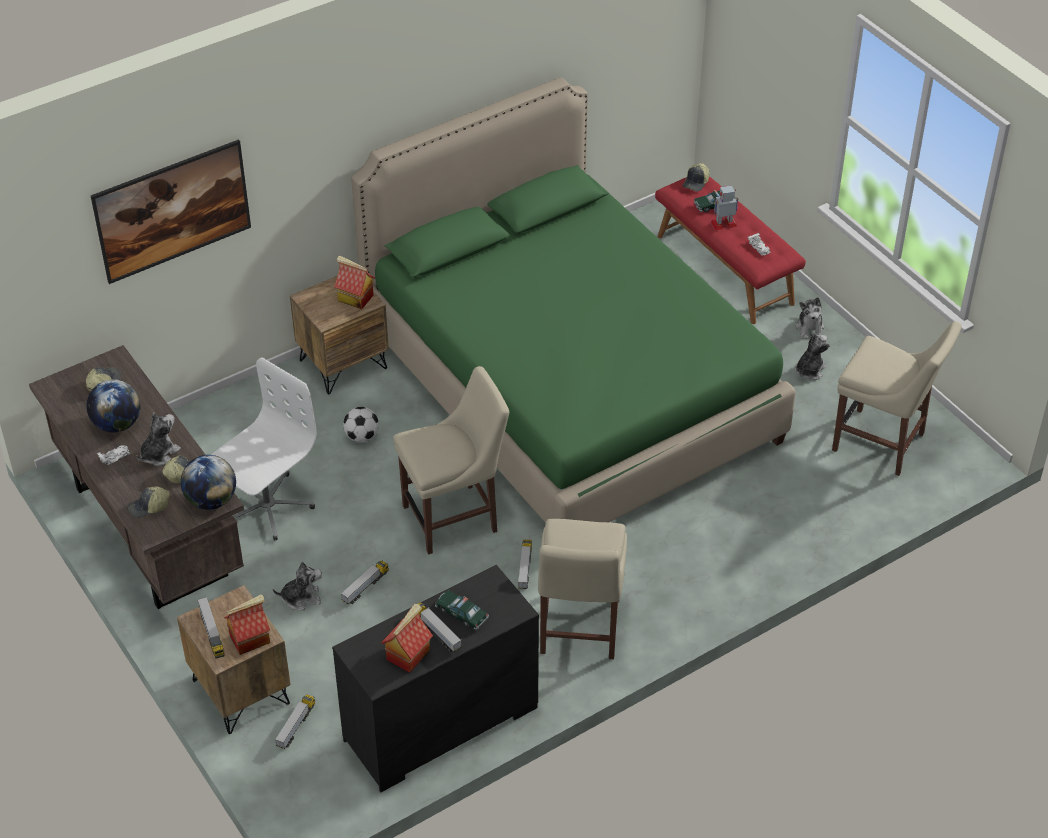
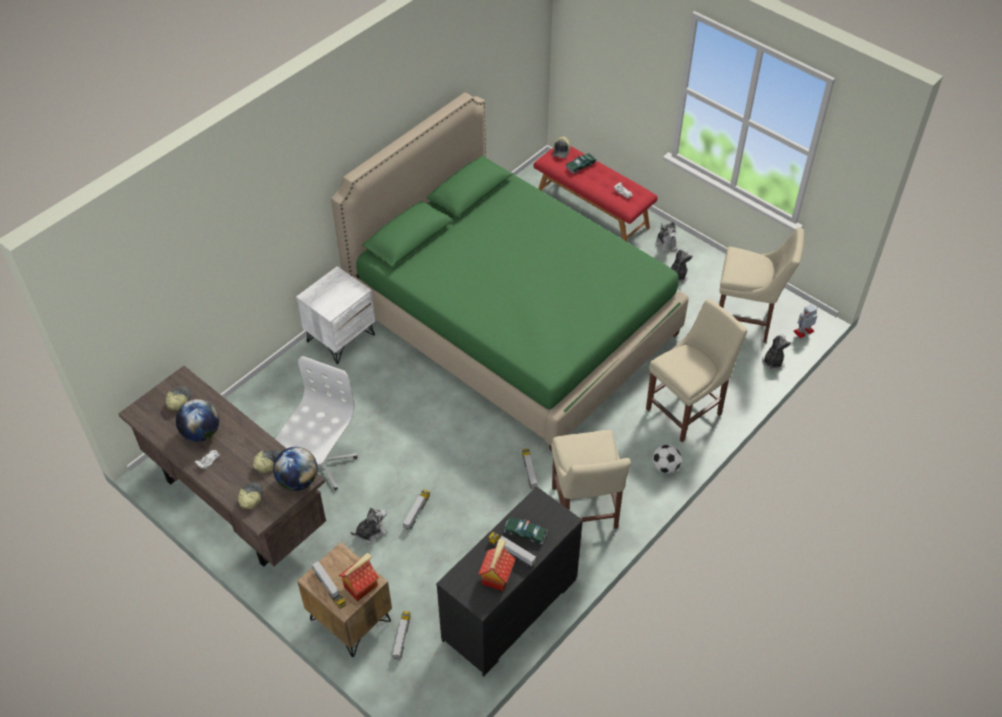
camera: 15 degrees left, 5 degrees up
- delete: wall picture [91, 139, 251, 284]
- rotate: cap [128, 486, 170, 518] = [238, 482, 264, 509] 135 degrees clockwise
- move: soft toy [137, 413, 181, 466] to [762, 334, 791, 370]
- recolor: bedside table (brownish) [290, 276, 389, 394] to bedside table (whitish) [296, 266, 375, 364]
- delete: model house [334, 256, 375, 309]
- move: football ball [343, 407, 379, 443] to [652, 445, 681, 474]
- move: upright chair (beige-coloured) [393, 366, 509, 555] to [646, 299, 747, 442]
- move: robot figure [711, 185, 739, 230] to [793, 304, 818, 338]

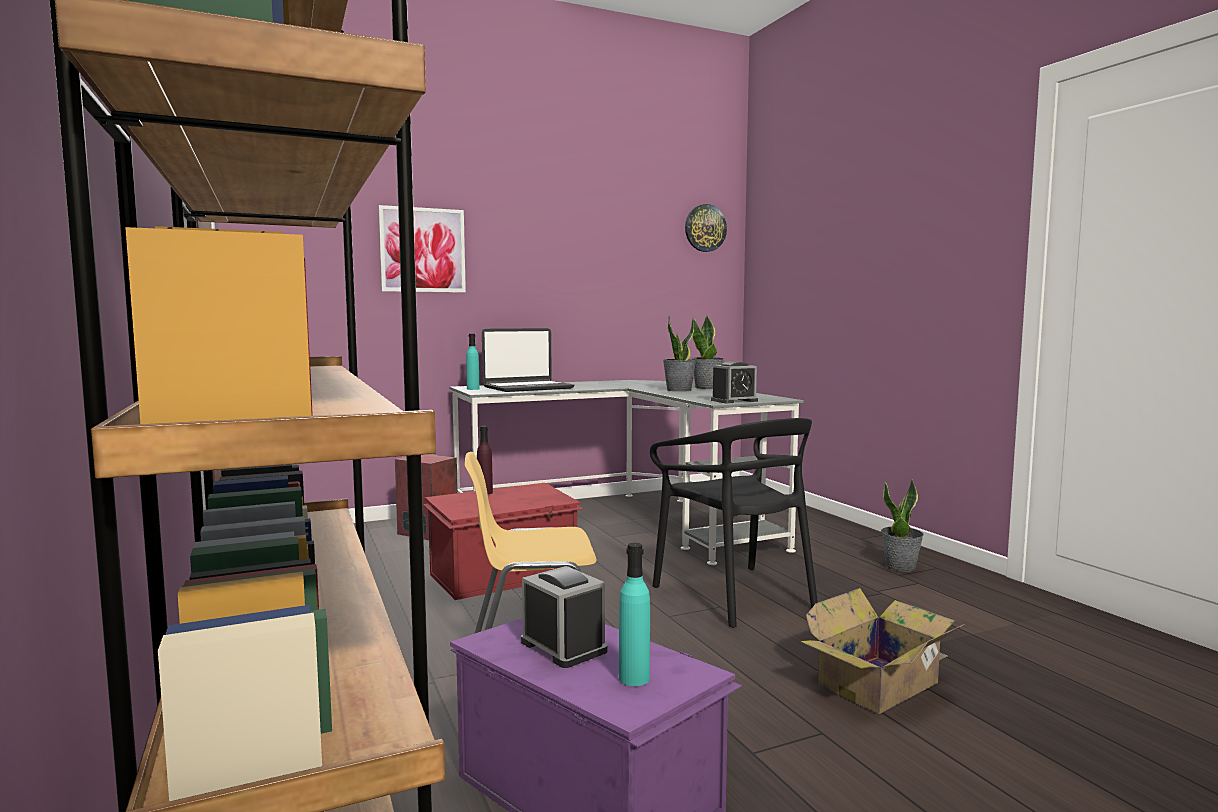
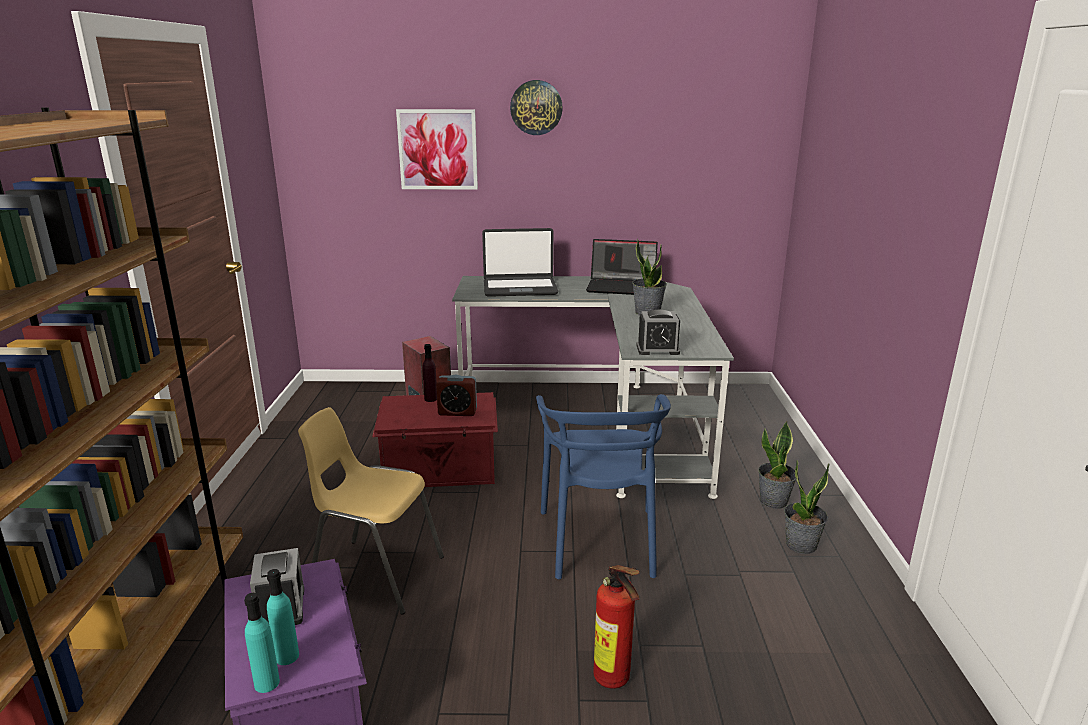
camera: 25 degrees right, 15 degrees up
- move: beverage bottle (turquoise) [466, 334, 479, 390] to [244, 593, 280, 693]
- recolor: upright chair (blackish) [650, 418, 818, 628] to upright chair (blue-coloured) [536, 394, 671, 579]
- move: clock on the wall [685, 204, 727, 252] to [510, 80, 563, 135]
- move: potted plant [691, 316, 724, 389] to [758, 421, 796, 509]
- replace: carton [800, 588, 965, 714] to fire-fighting cylinder [593, 565, 640, 689]
- insert: bedside clock [436, 375, 477, 416]
- insert: laptop [586, 239, 658, 295]

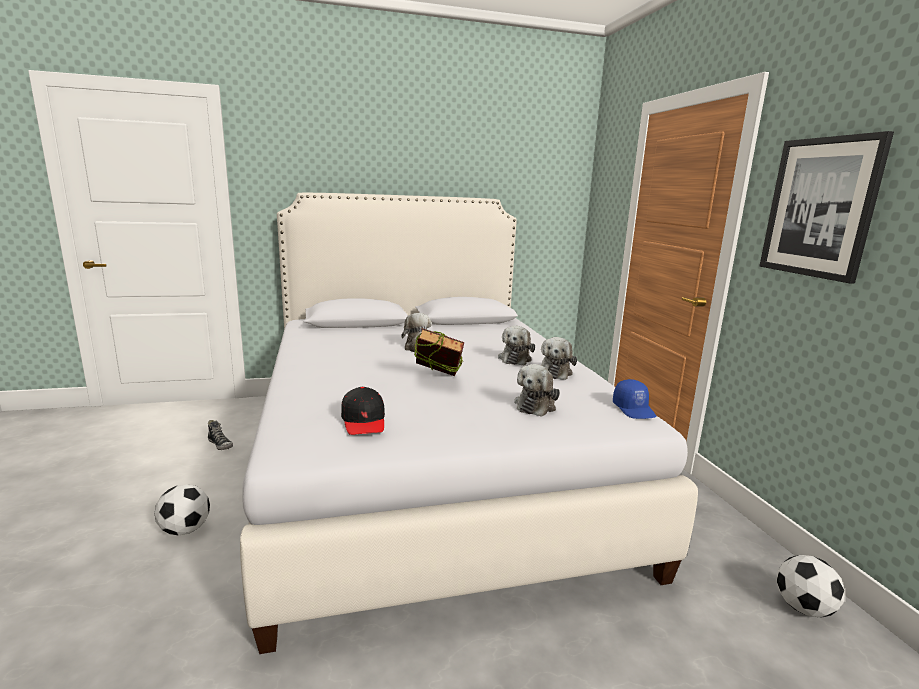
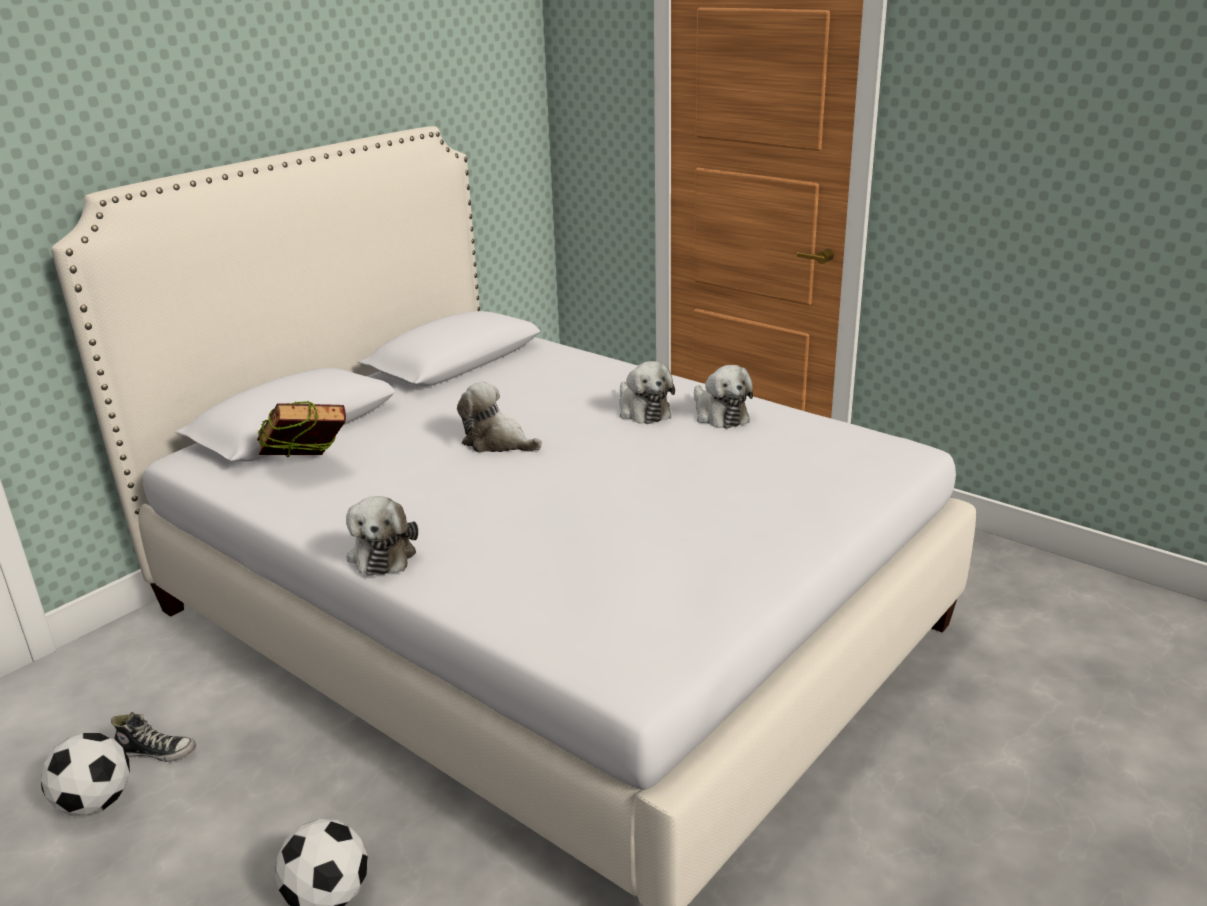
camera: 35 degrees left, 10 degrees up
- delete: cap (blackish) [341, 387, 385, 435]
- move: bound book [414, 328, 464, 376] to [257, 401, 346, 457]
- move: soft toy [514, 364, 560, 417] to [346, 496, 418, 576]
- delete: cap (blue-coloured) [613, 379, 656, 419]
- delete: wall picture [759, 131, 894, 283]
- move: football ball [777, 555, 845, 618] to [41, 733, 130, 816]

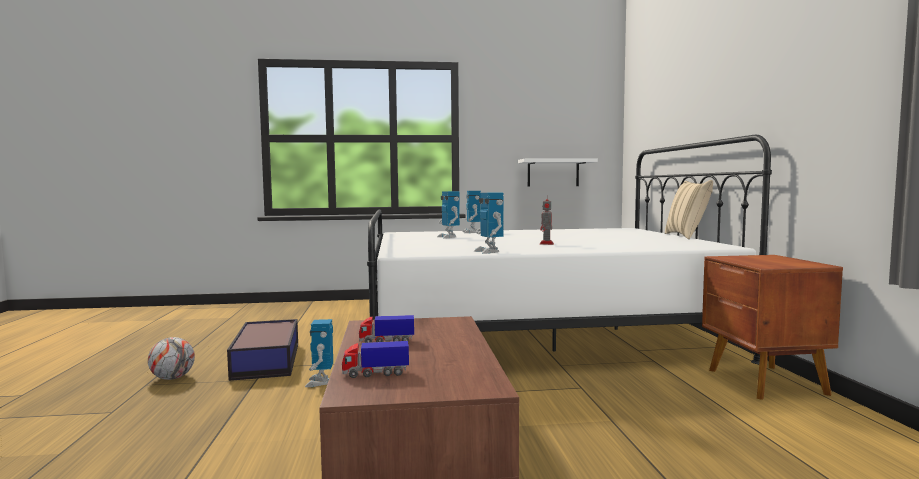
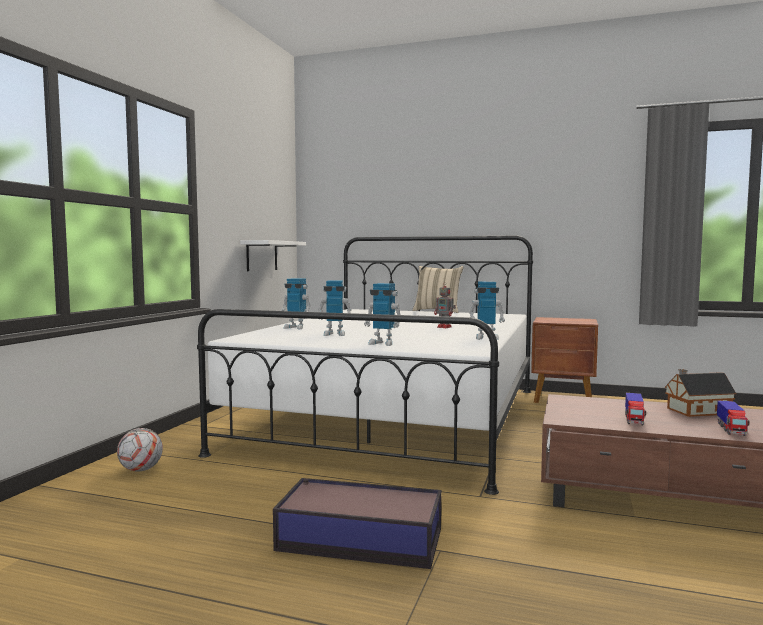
camera: 65 degrees left, 0 degrees up
- move: football ball [148, 337, 195, 380] to [117, 428, 163, 472]
- move: robot figure [305, 319, 333, 387] to [364, 283, 401, 346]
- insert: model house [665, 369, 736, 417]

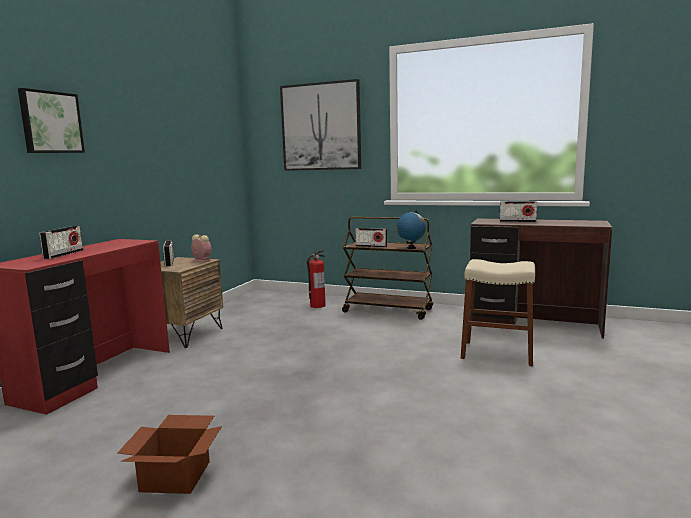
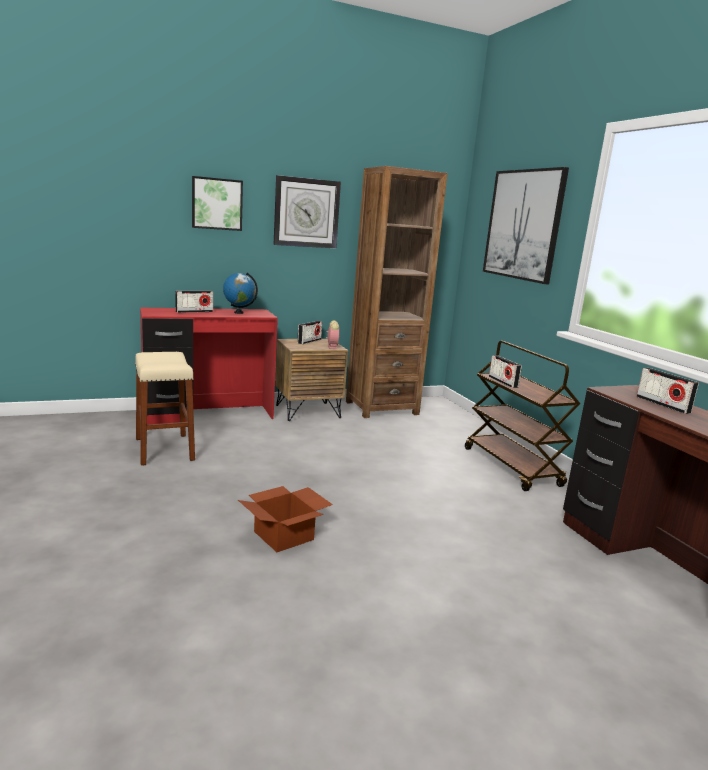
camera: 45 degrees right, 5 degrees up
- move: carton [117, 415, 222, 494] to [238, 486, 333, 552]
- delete: fire-fighting cylinder [307, 250, 326, 308]
- move: desk globe [397, 210, 426, 249] to [223, 272, 258, 314]
- move: stool seat (beige-coloured) [461, 259, 535, 366] to [135, 352, 195, 466]
- insert: clock on the wall [274, 175, 341, 248]
- insert: bookshelf (brownish) [346, 166, 447, 418]

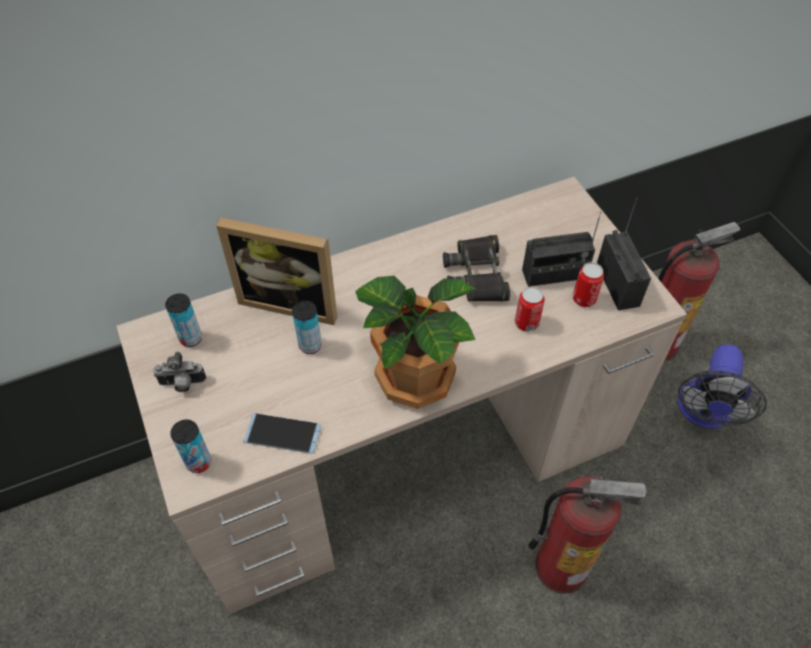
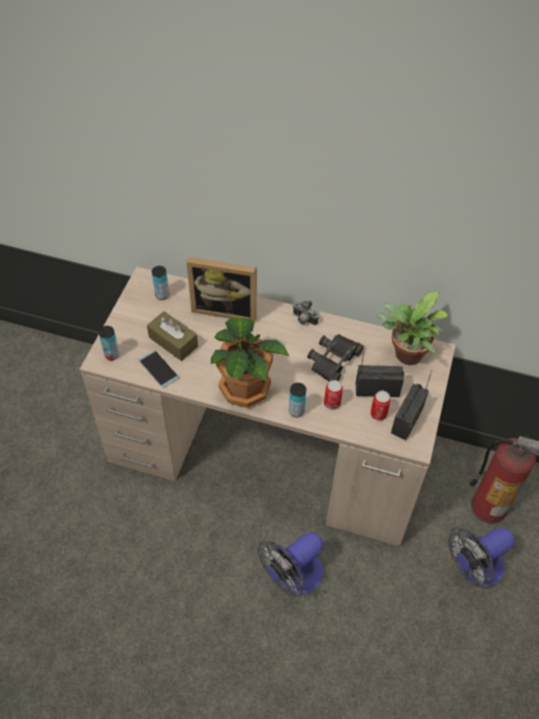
camera: 40 degrees right, 0 degrees up
- move: photo camera [153, 352, 206, 392] to [293, 301, 318, 325]
- rotate: photo frame [217, 218, 337, 325] = [187, 257, 257, 322] 45 degrees counterclockwise
- move: sealed can [292, 301, 322, 354] to [289, 383, 306, 417]
- rotate: radio set [522, 211, 601, 287] = [356, 349, 404, 397] 150 degrees clockwise
- replace: fire-fighting cylinder [529, 474, 646, 594] to electric fan [258, 532, 323, 597]
- insert: box of tissues (brownish) [147, 311, 198, 361]
- insert: potted plant [375, 292, 448, 365]

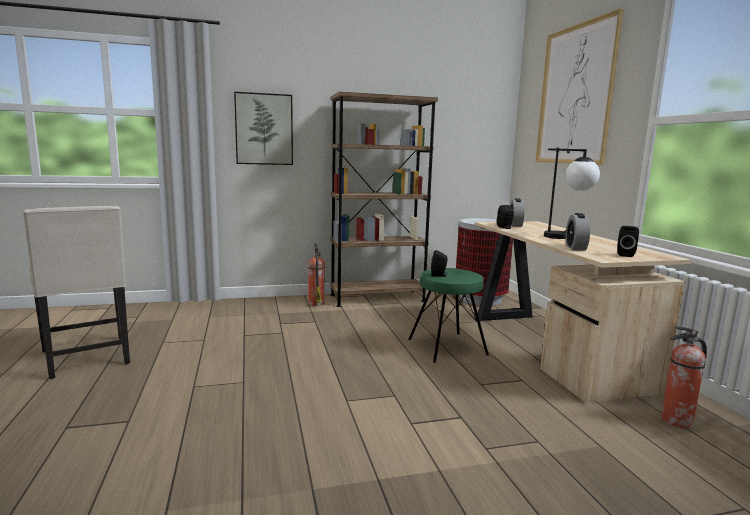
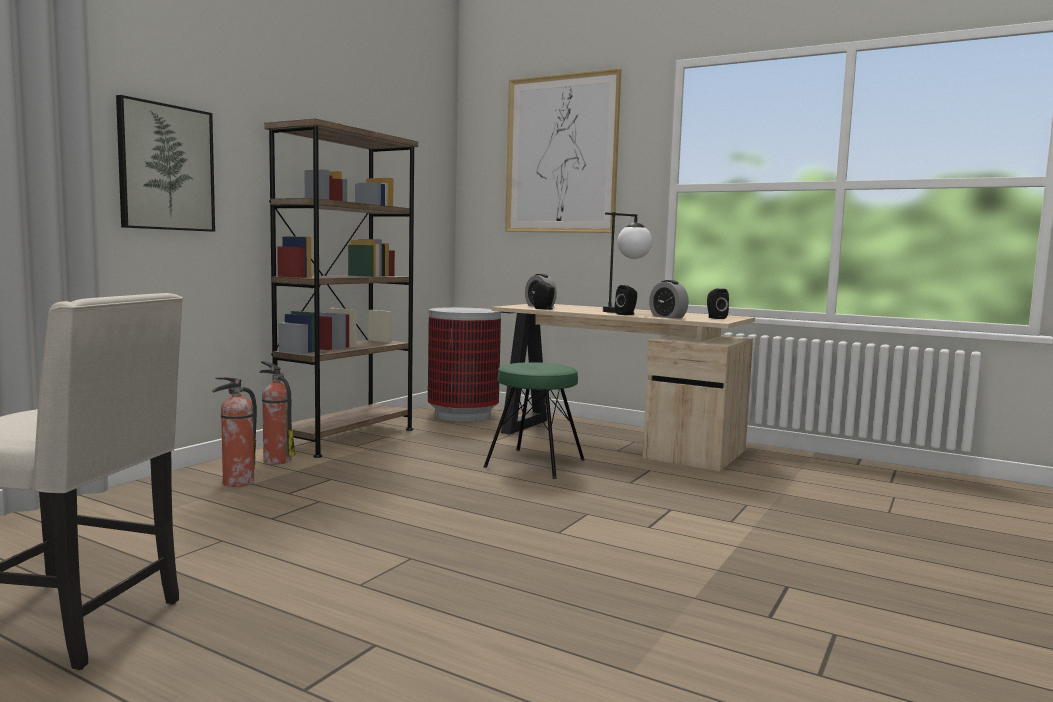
camera: 45 degrees left, 5 degrees down
- move: speaker (blackish) [431, 250, 448, 277] to [615, 285, 637, 315]
- move: fire-fighting cylinder [661, 326, 707, 429] to [212, 377, 257, 487]

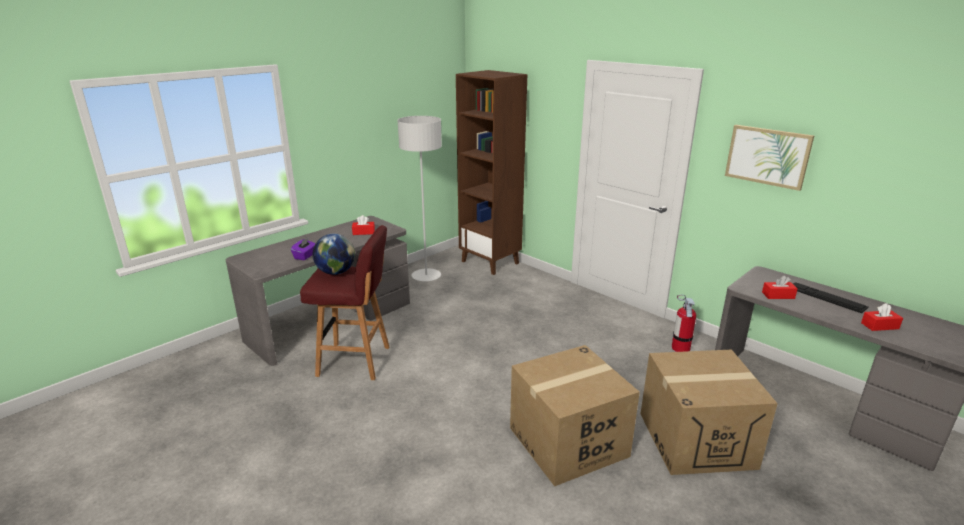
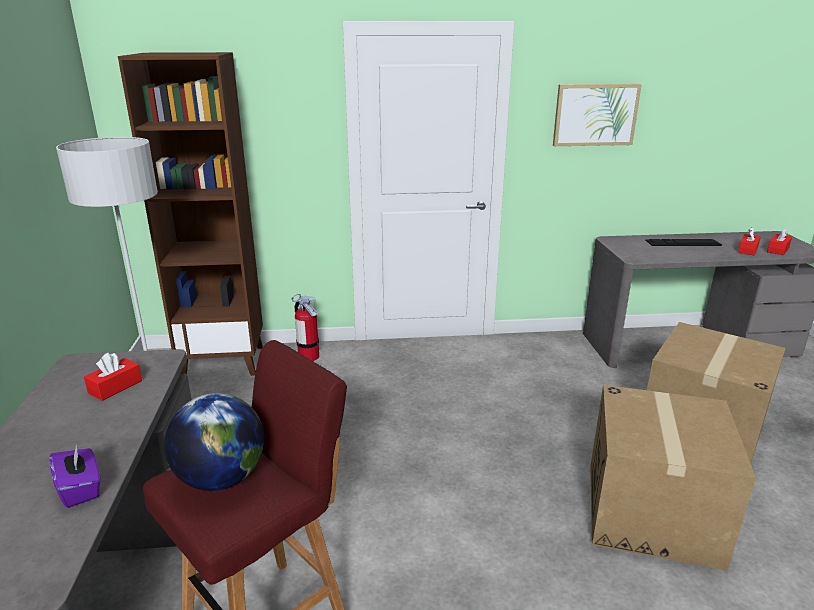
camera: 50 degrees left, 0 degrees up
- move: fire-fighting cylinder [672, 294, 696, 352] to [292, 294, 319, 361]
- move: box of tissues (reddish) [762, 276, 798, 299] to [767, 227, 792, 255]

